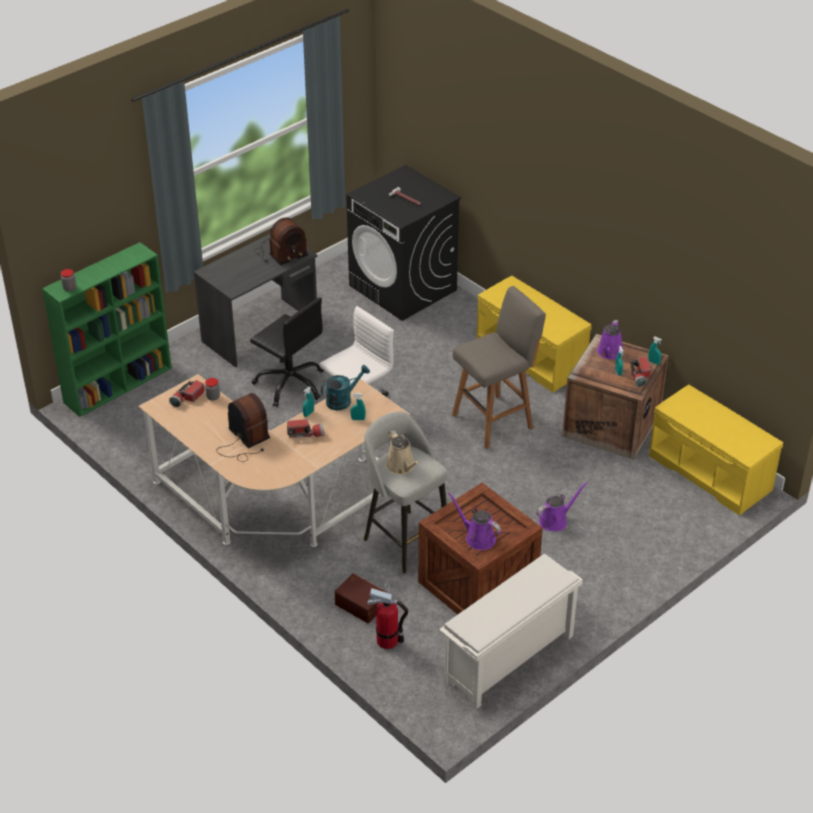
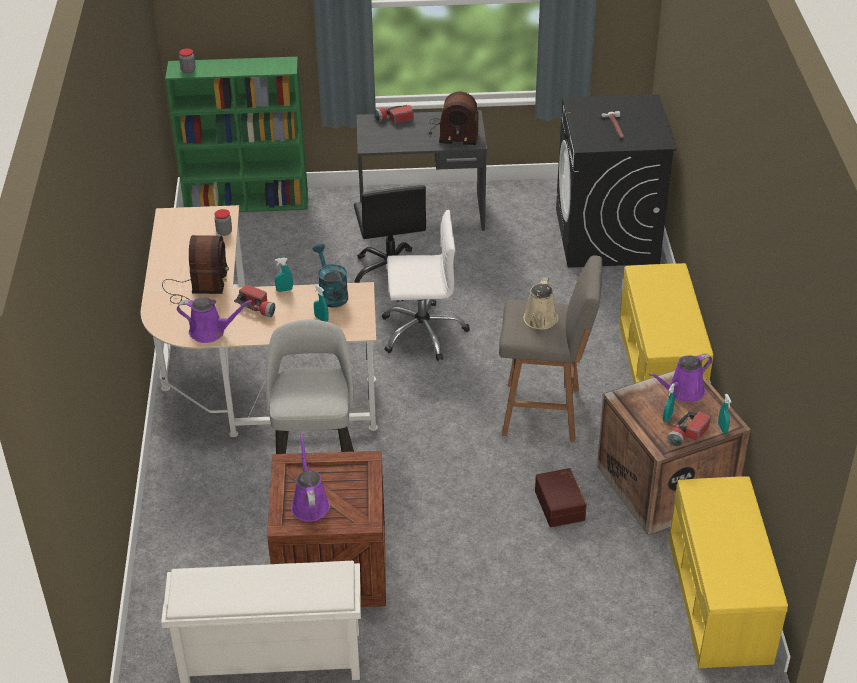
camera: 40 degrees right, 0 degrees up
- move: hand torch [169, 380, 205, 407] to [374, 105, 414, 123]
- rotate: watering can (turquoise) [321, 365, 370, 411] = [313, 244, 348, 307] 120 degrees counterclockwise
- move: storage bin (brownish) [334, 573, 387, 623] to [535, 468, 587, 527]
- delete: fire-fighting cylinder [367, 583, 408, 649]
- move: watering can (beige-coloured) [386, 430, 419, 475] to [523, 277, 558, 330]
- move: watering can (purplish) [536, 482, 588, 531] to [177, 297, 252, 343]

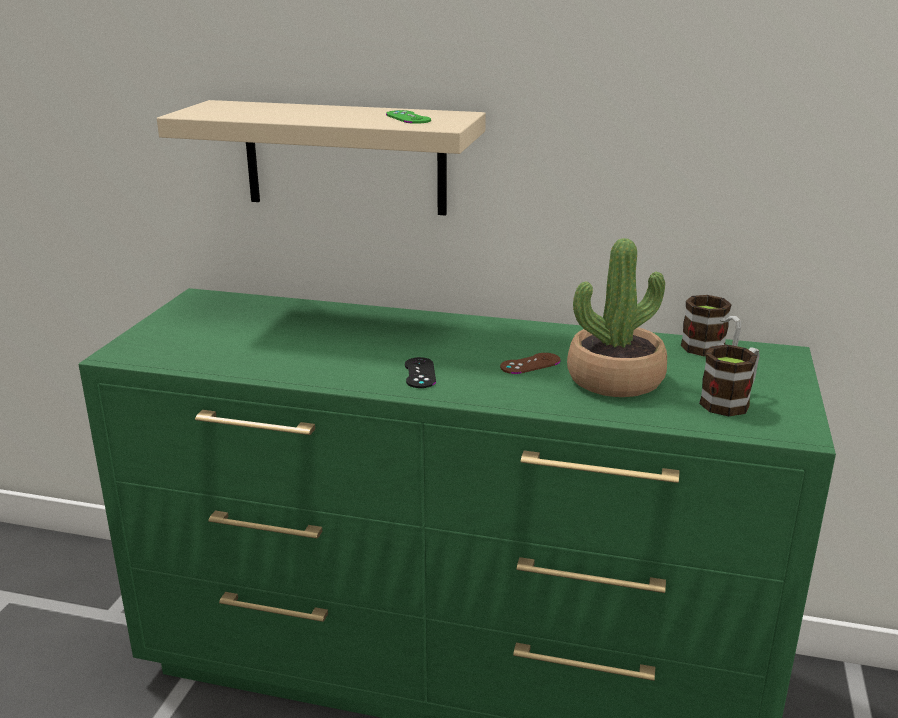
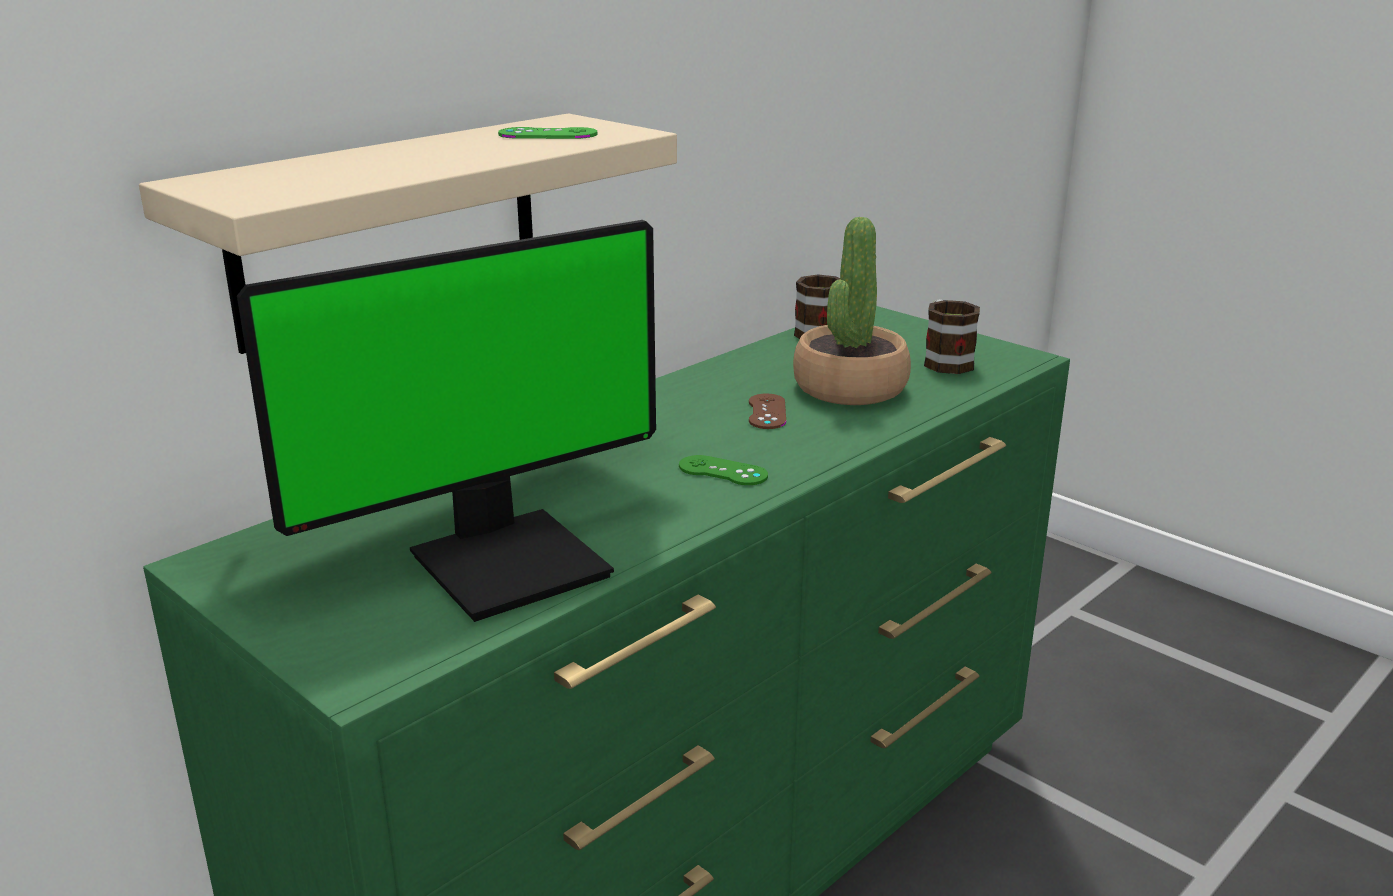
camera: 60 degrees left, 0 degrees up
- recolor: joypad (blackish) [405, 357, 436, 388] to joypad (green-coloured) [679, 455, 768, 485]
- insert: computer screen [237, 220, 656, 622]

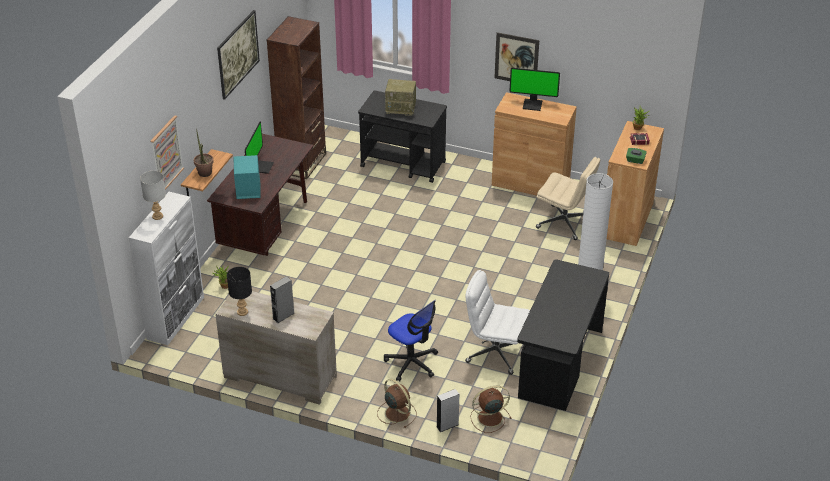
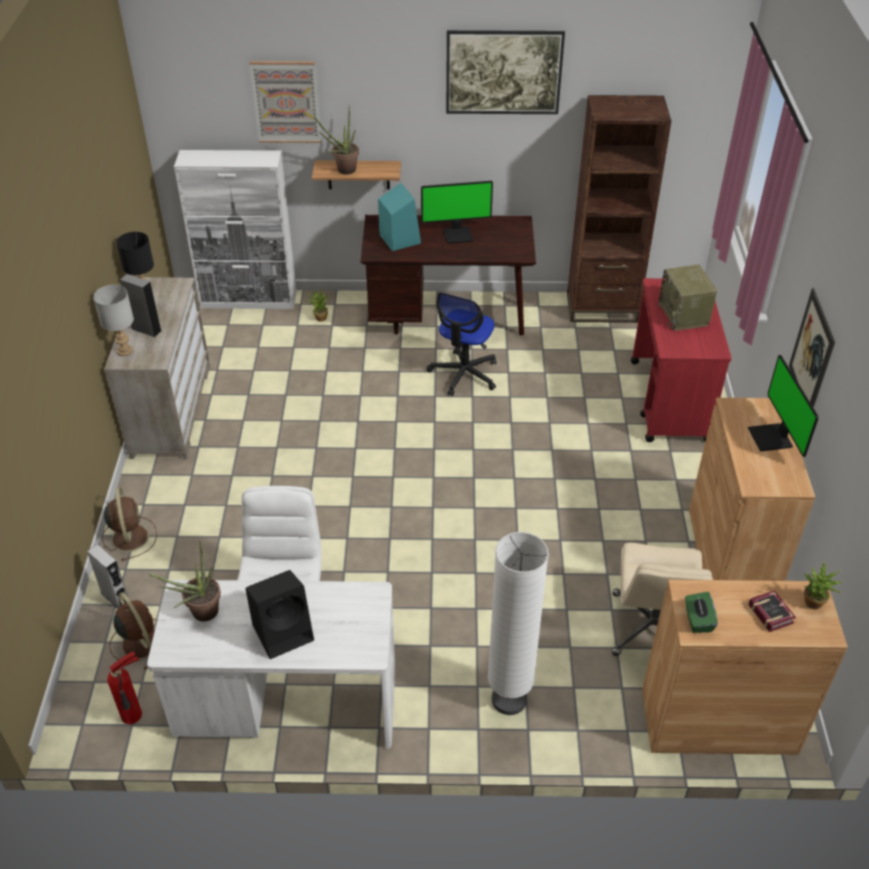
camera: 70 degrees right, 5 degrees up
- move: table lamp (greyish) [140, 171, 166, 220] to [93, 285, 134, 356]
- recolor: wheeled cart (blackish) [358, 90, 447, 183] to wheeled cart (reddish) [631, 278, 731, 442]
- rotate: electric fan (brownish) [377, 379, 417, 428] = [102, 487, 157, 561] 45 degrees counterclockwise
- move: desk chair [384, 300, 438, 382] to [426, 292, 497, 396]
- recolor: desk (blackish) [517, 259, 609, 411] to desk (whitish) [147, 580, 395, 749]
- insert: fire-fighting cylinder [107, 651, 142, 724]
- insert: potted plant [148, 541, 221, 621]
- insert: speaker (blackish) [245, 570, 314, 659]

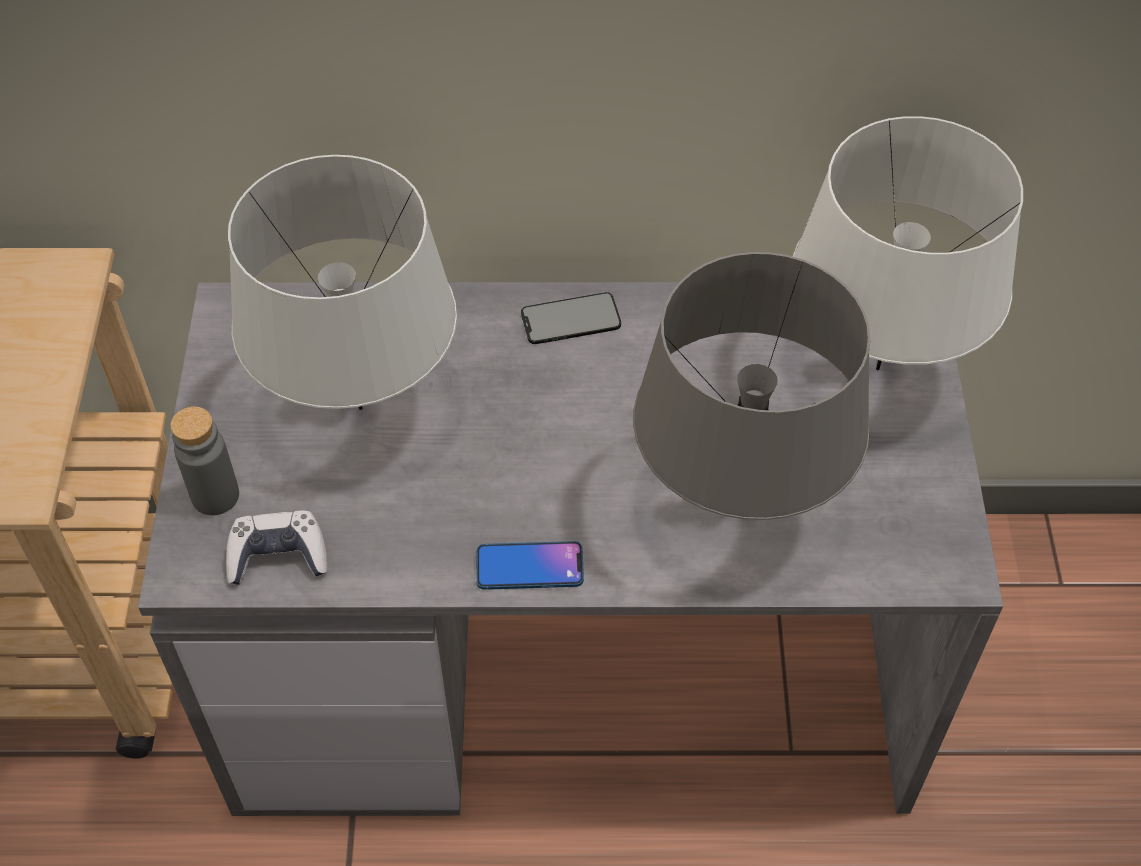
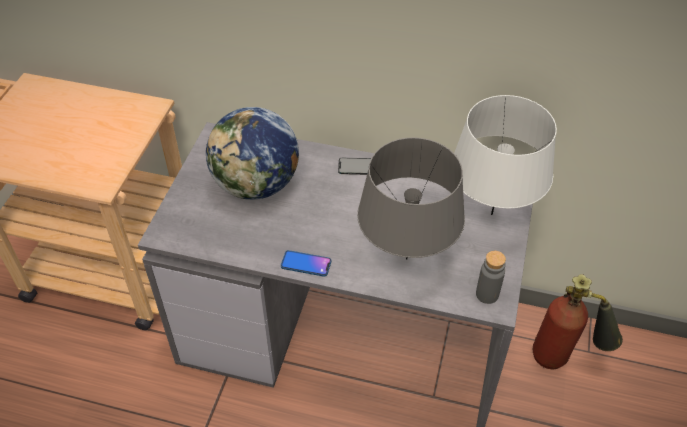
camera: 15 degrees right, 5 degrees down
- move: beverage bottle (greyish) [170, 406, 239, 515] to [476, 251, 506, 304]
- delete: joypad [226, 511, 328, 585]
- replace: table lamp (greyish) [228, 155, 457, 410] to desk globe [206, 107, 299, 200]
- insert: fire-fighting cylinder [533, 274, 623, 369]

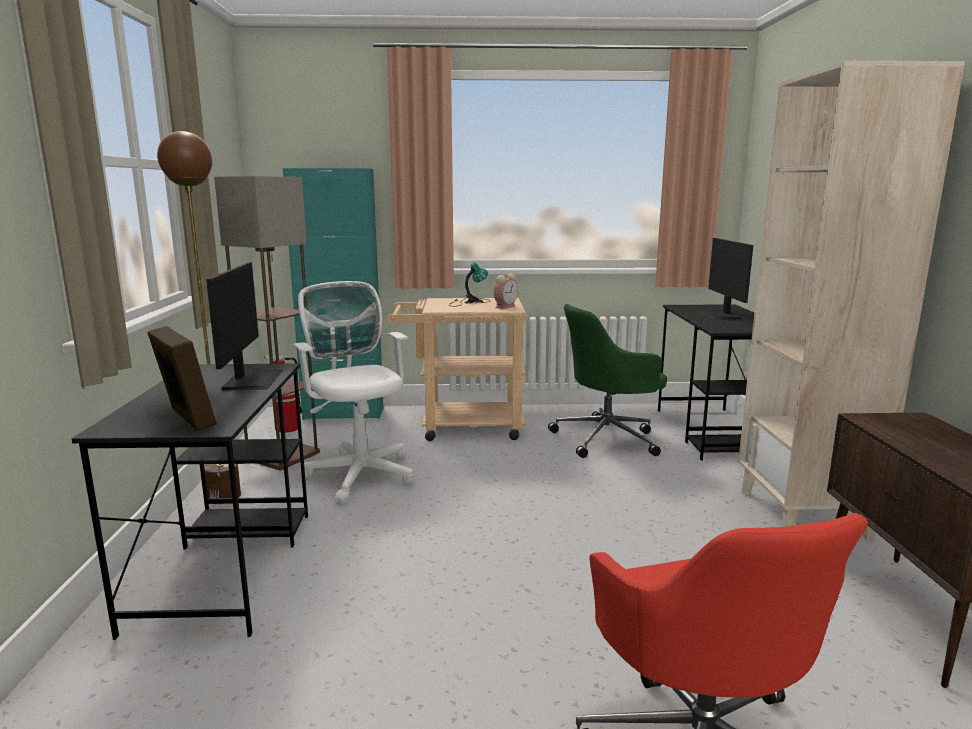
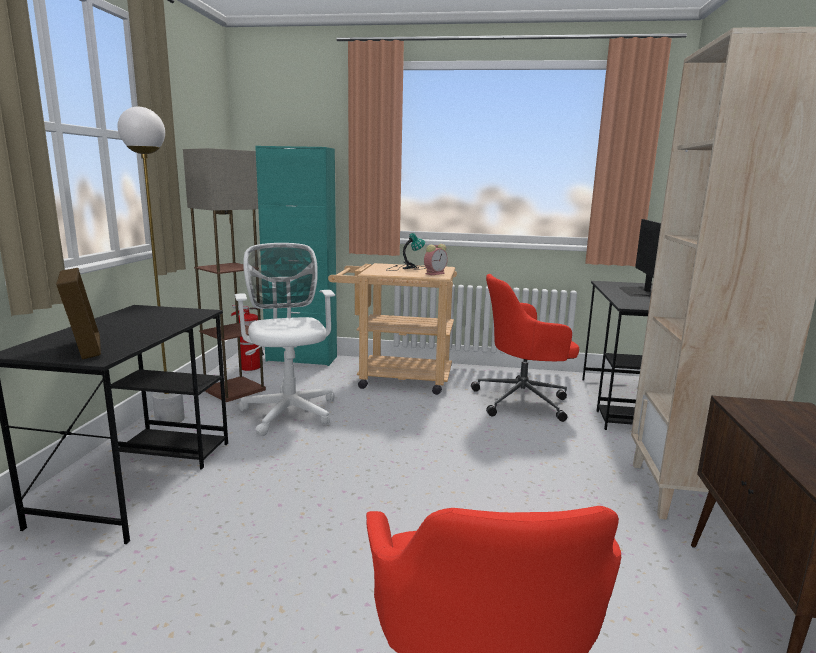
camera: 10 degrees right, 0 degrees up
- recolor: standard lamp (brownish) [157, 131, 241, 498] to standard lamp (whitish) [118, 106, 185, 423]
- delete: computer screen [206, 262, 283, 391]
- recolor: desk chair (green-coloured) [548, 304, 667, 458] to desk chair (reddish) [471, 274, 579, 422]

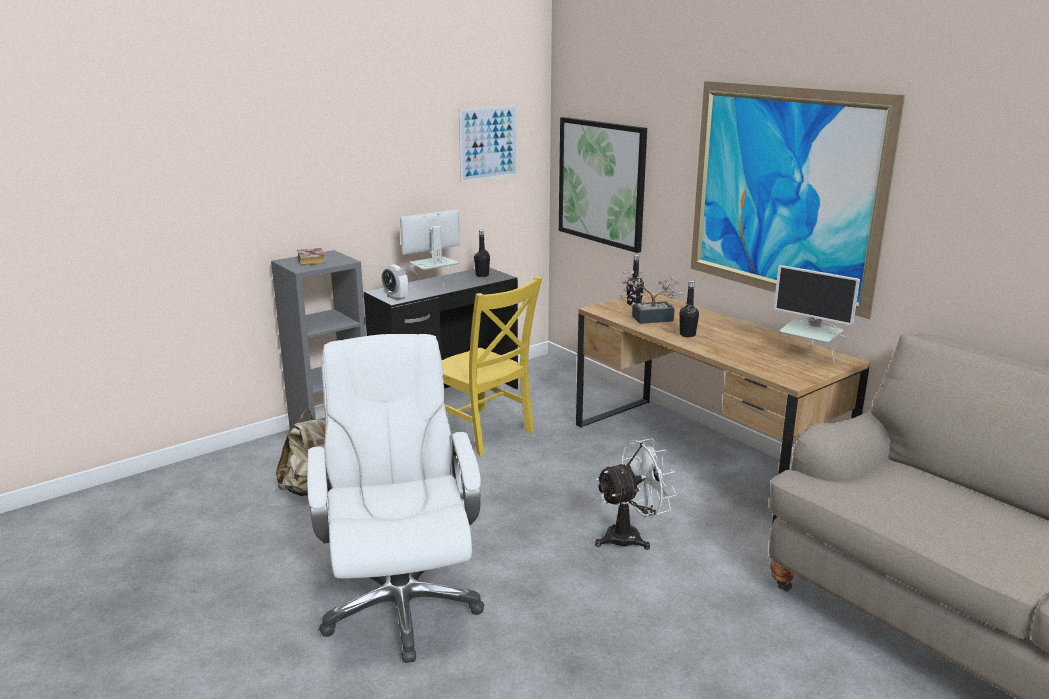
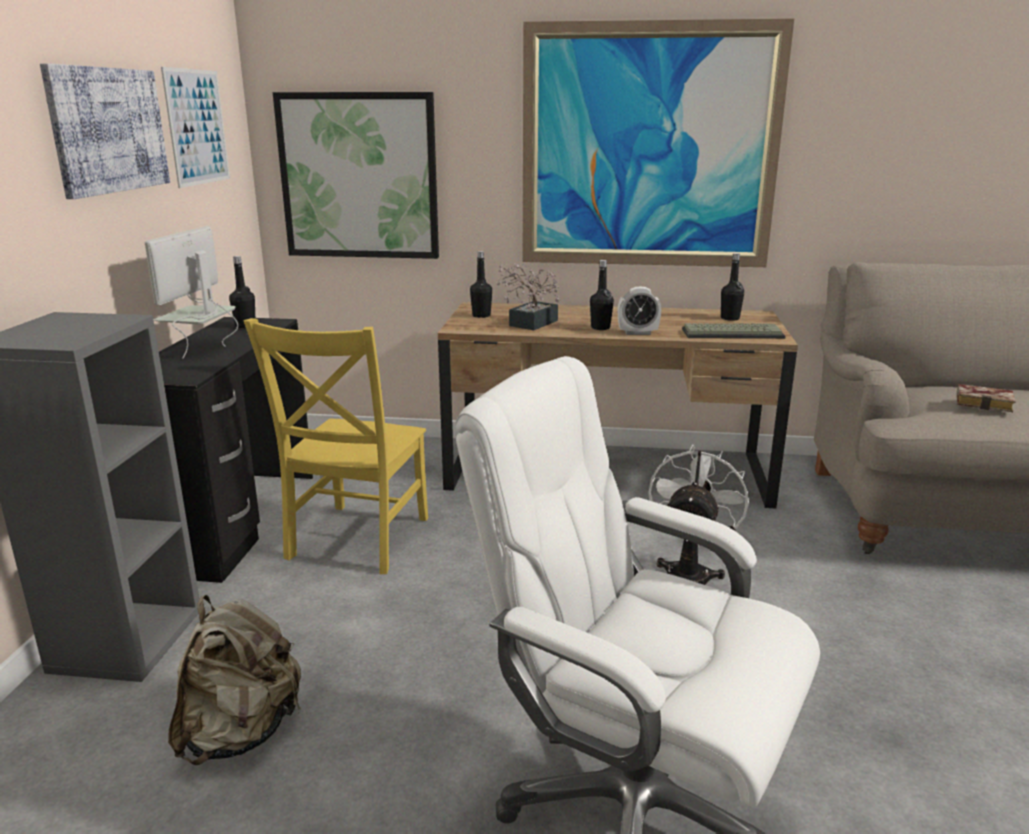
camera: 45 degrees left, 0 degrees up
- move: bound book [297, 248, 326, 265] to [957, 384, 1016, 412]
- move: bedside clock [382, 264, 408, 301] to [618, 287, 661, 335]
- rotate: upright chair (yellowish) [442, 276, 542, 456] = [243, 318, 428, 574] 105 degrees clockwise
- replace: computer screen [774, 265, 860, 362] to beverage bottle (blackish) [721, 253, 744, 321]
- insert: wall picture [40, 63, 170, 199]
- insert: keyboard [682, 323, 785, 339]

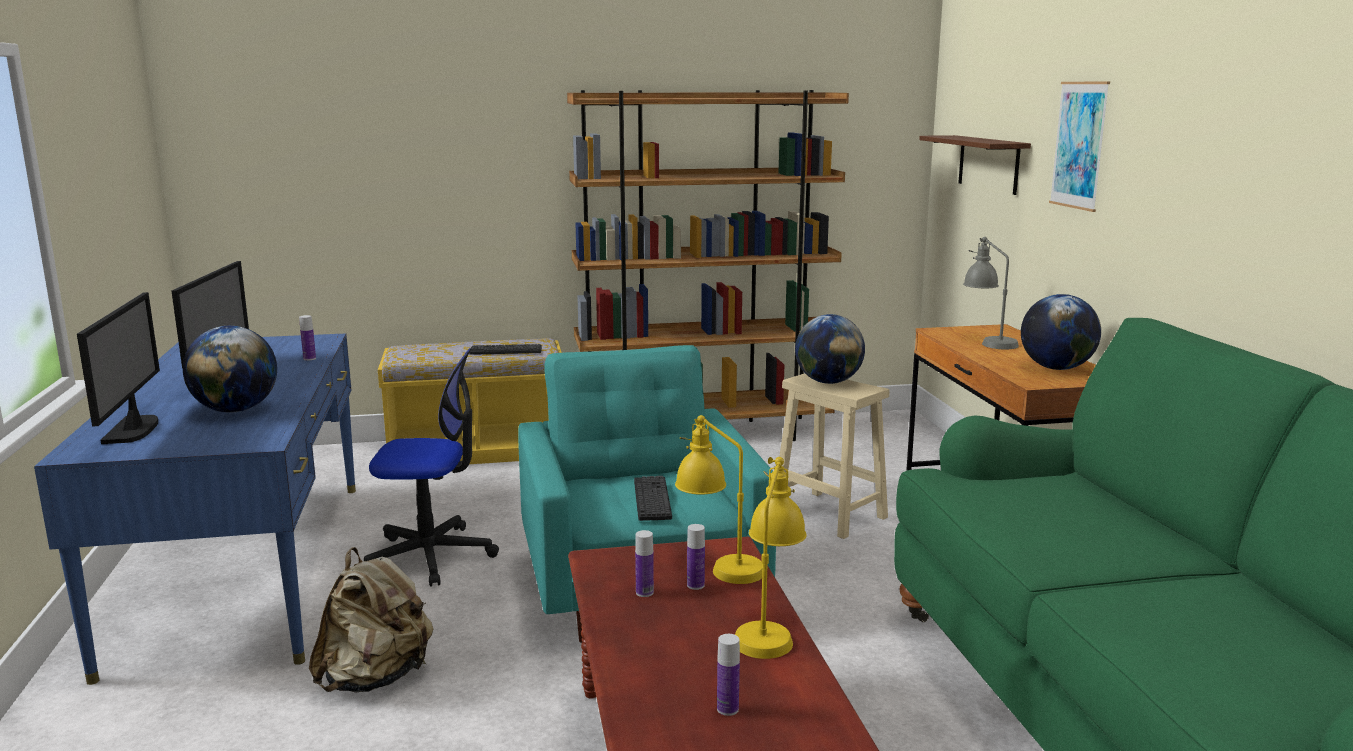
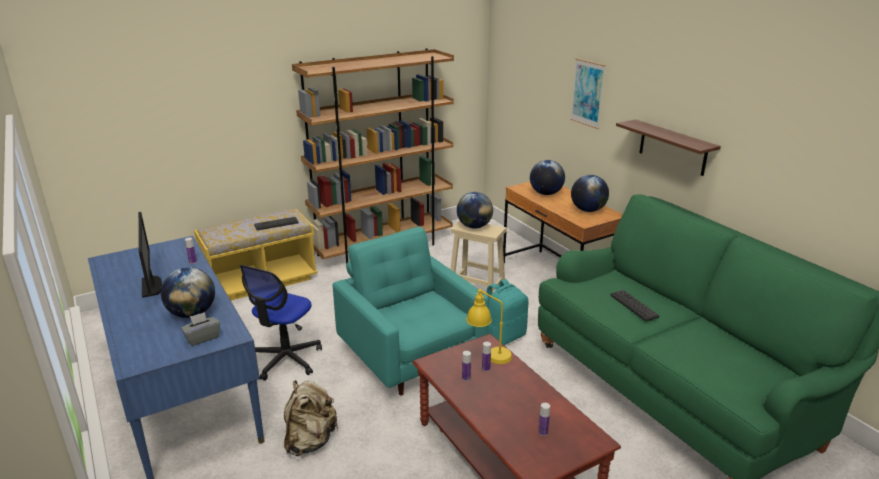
camera: 20 degrees left, 10 degrees up
- delete: computer screen [77, 292, 160, 444]
- rotate: desk chair [364, 348, 499, 587] = [240, 265, 322, 381] 135 degrees clockwise
- move: keyboard [634, 476, 672, 521] to [610, 290, 659, 321]
- delete: table lamp (yellowish) [735, 457, 807, 659]
- move: shelf [919, 135, 1031, 195] to [616, 119, 721, 176]
- replace: table lamp (greyish) [963, 237, 1019, 349] to desk globe [530, 160, 565, 195]
- insert: box of tissues (greyish) [181, 312, 220, 346]
- insert: knapsack (turquoise) [487, 279, 528, 345]

